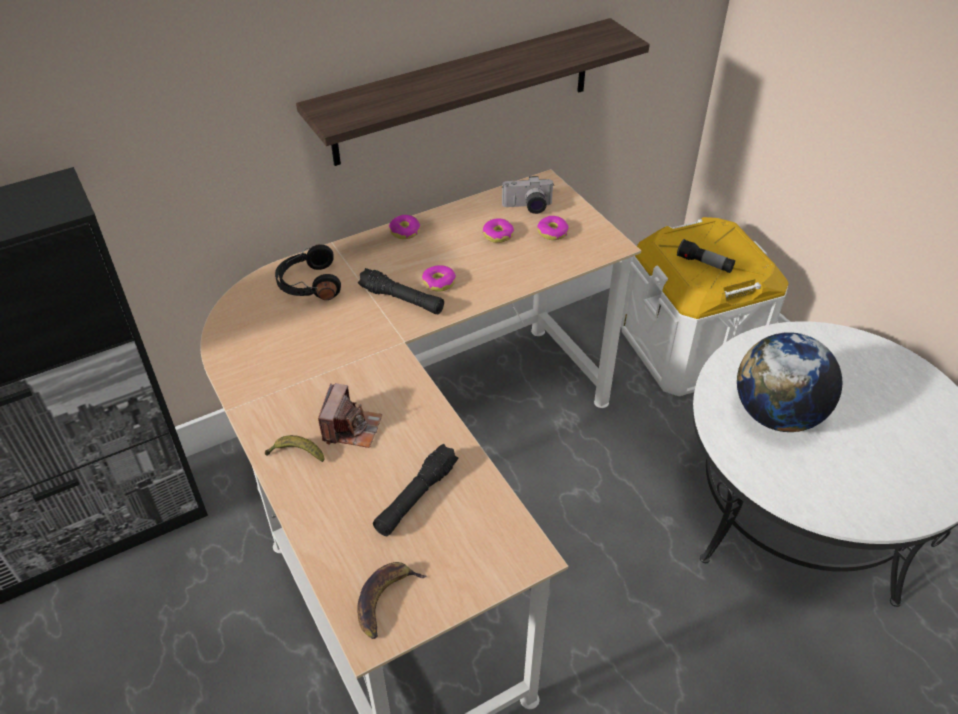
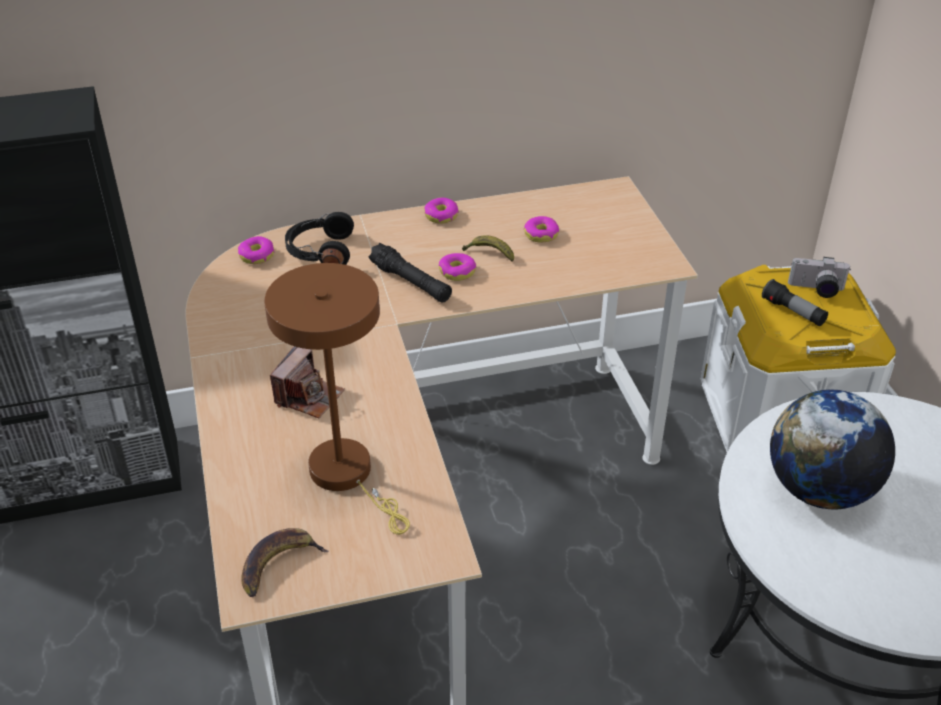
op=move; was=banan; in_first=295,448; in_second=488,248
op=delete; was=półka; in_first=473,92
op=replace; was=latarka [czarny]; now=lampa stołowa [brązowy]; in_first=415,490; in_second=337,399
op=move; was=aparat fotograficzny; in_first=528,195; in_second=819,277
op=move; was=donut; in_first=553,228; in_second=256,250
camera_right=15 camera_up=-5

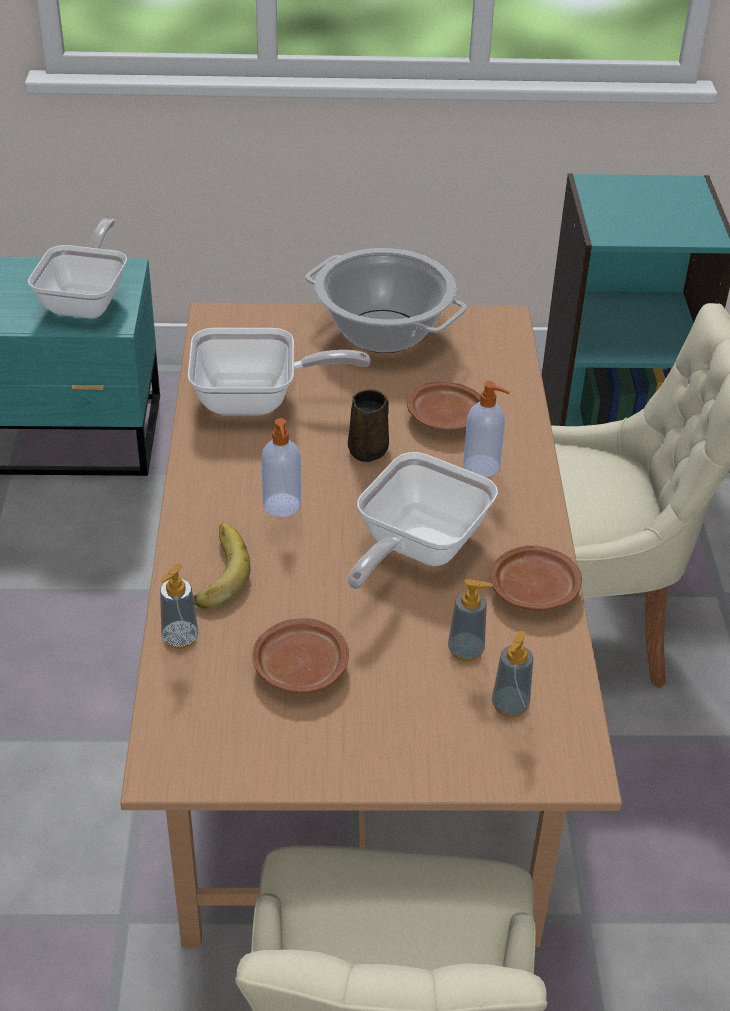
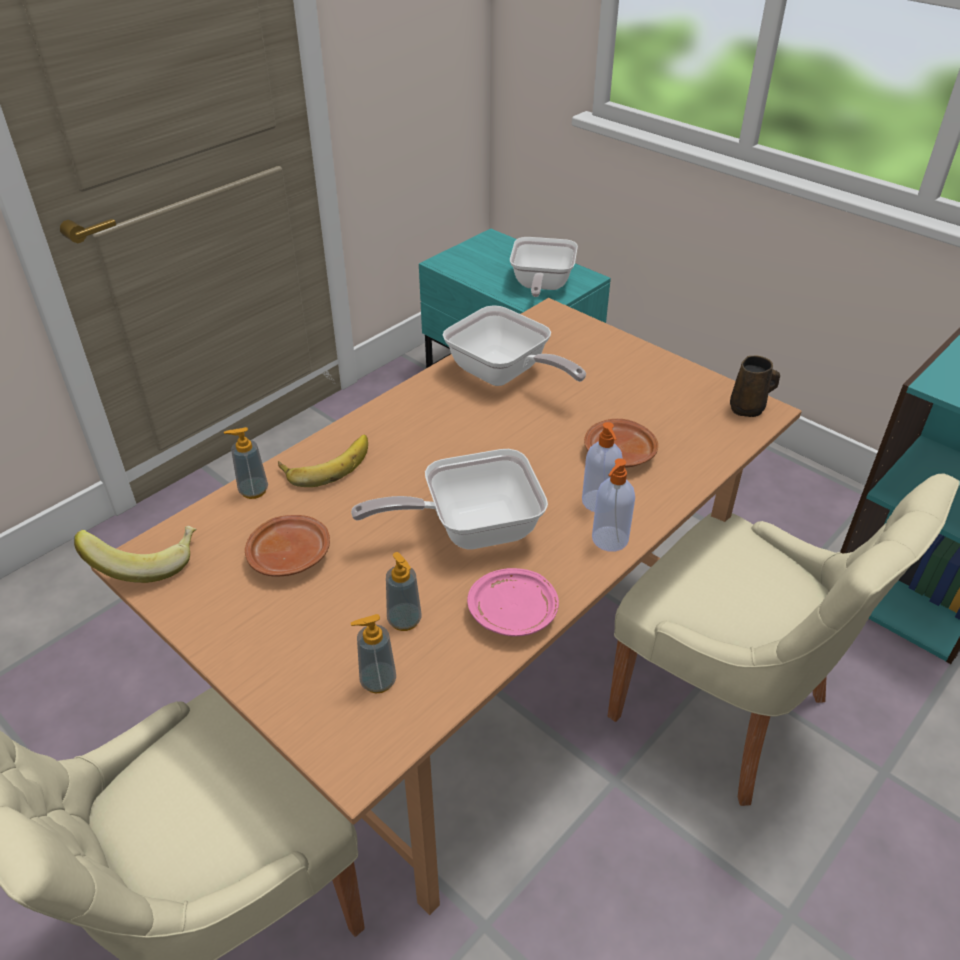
op=rotate; was=patelnia; in_first=77,268; in_second=544,267; clockwise=135
op=move; was=dozownik mydła; in_first=281,467; in_second=613,504
op=delete; was=garnek; in_first=386,300
op=move; was=kubek [brązowy]; in_first=368,425; in_second=755,386
op=recolor; was=talerz [brązowy]; now=talerz [różowy]; in_first=536,577; in_second=513,602
op=insert; now=banan; in_second=135,554
camera_right=45 camera_up=0

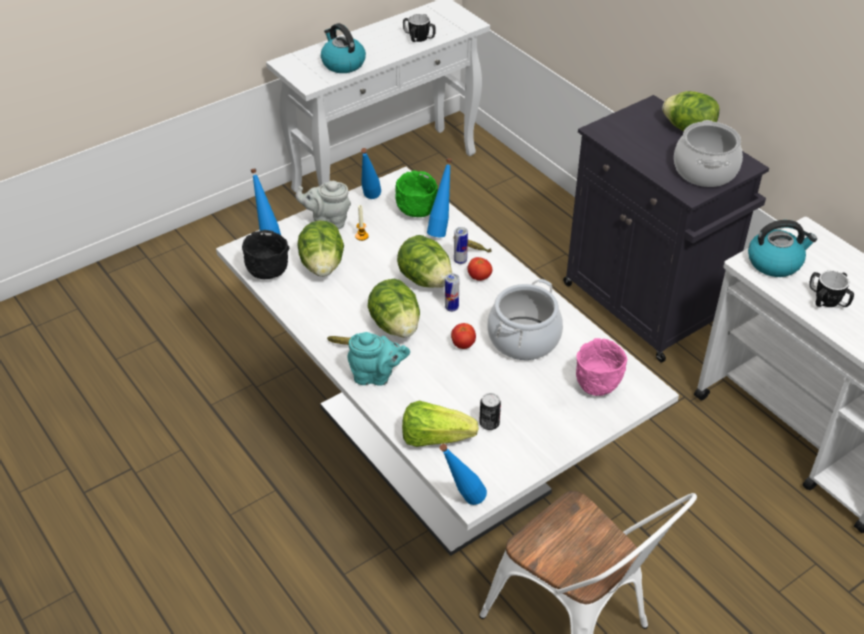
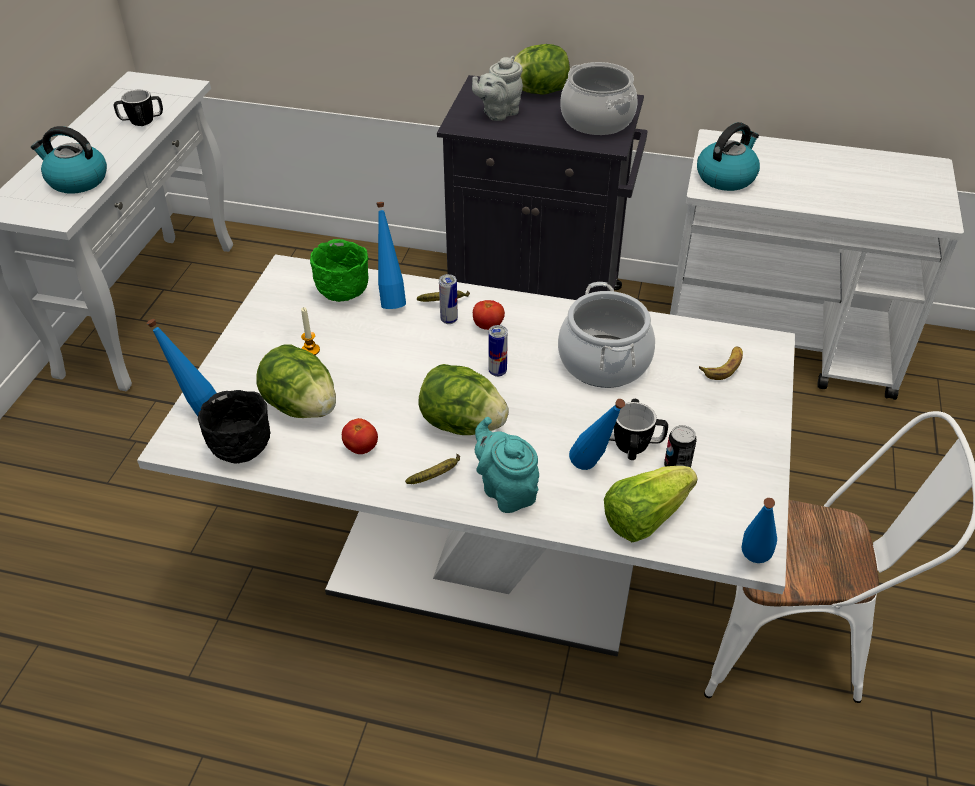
op=move; was=imbryk [szary]; in_first=323,205; in_second=497,88
op=rotate; was=imbryk [turkusowy]; in_first=378,359; in_second=507,465; clockwise=-90
op=move; was=butelka [niebieski]; in_first=371,173; in_second=597,434
op=delete; was=sałata; in_first=424,261
op=move; was=pomidor; in_first=463,336; in_second=360,436
op=replace; was=miska [różowy]; now=banan; in_first=601,367; in_second=721,363
op=move; was=kubek; in_first=831,289; in_second=638,429
camera_right=-40 camera_up=0

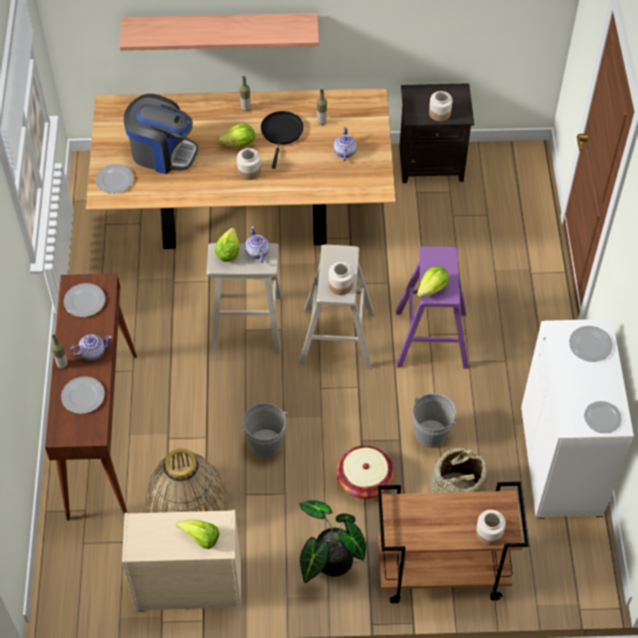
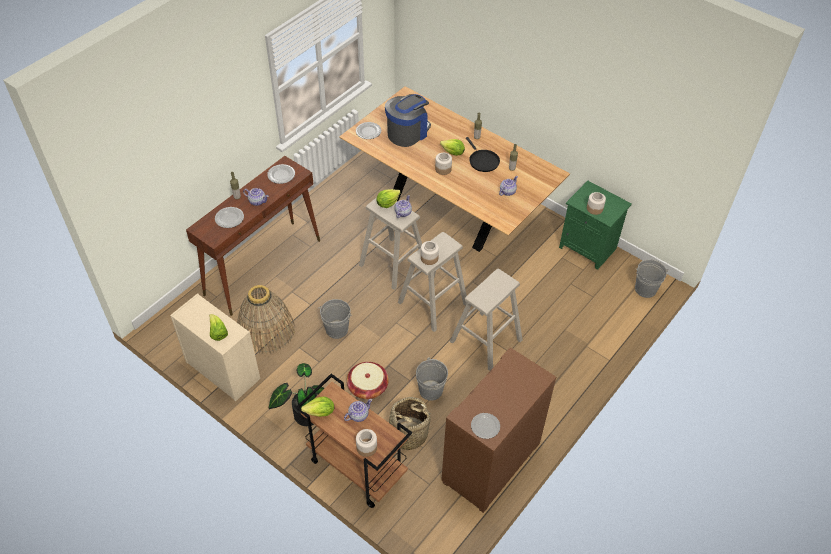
op=delete; was=półka; in_first=219,32
op=rotate; was=ekspres do kawy; in_first=161,134; in_second=408,120; clockwise=-105
op=rotate; was=patelnia [czarny]; in_first=282,140; in_second=483,154; clockwise=105
op=recolor; was=stołek [fioletowy]; now=stołek [beżowy]; in_first=432,307; in_second=486,320
op=recolor; was=szafka nocna [czarny]; now=szafka nocna [zielony]; in_first=436,133; in_second=595,225
op=move; was=sałata; in_first=433,281; in_second=317,406
op=recolor; was=szafka [biały]; now=szafka [brązowy]; in_first=577,419; in_second=498,430
op=delete; was=talerz; in_first=591,344
op=insert; now=imbryk; in_second=358,410
op=insert; now=wiadro [szary]; in_second=652,278
camera_right=40 camera_up=-5

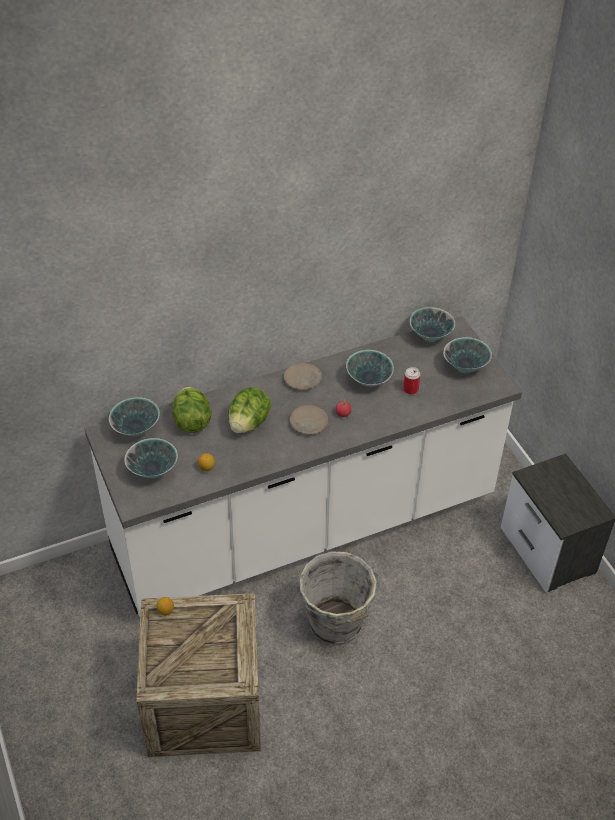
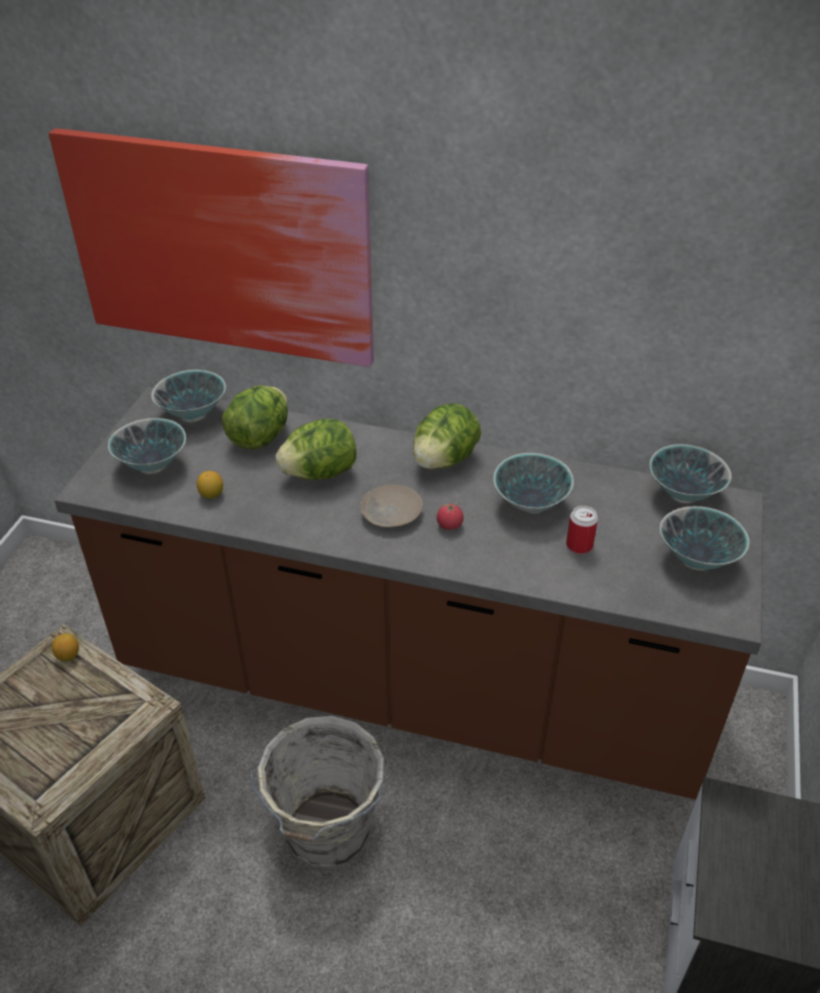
op=recolor; was=zabudowa kuchenna [biały]; now=zabudowa kuchenna [brązowy]; in_first=303,466; in_second=408,593
op=replace; was=talerz [beżowy]; now=sałata; in_first=303,376; in_second=447,436
op=insert; now=obraz; in_second=211,247
camera_right=40 camera_up=-5

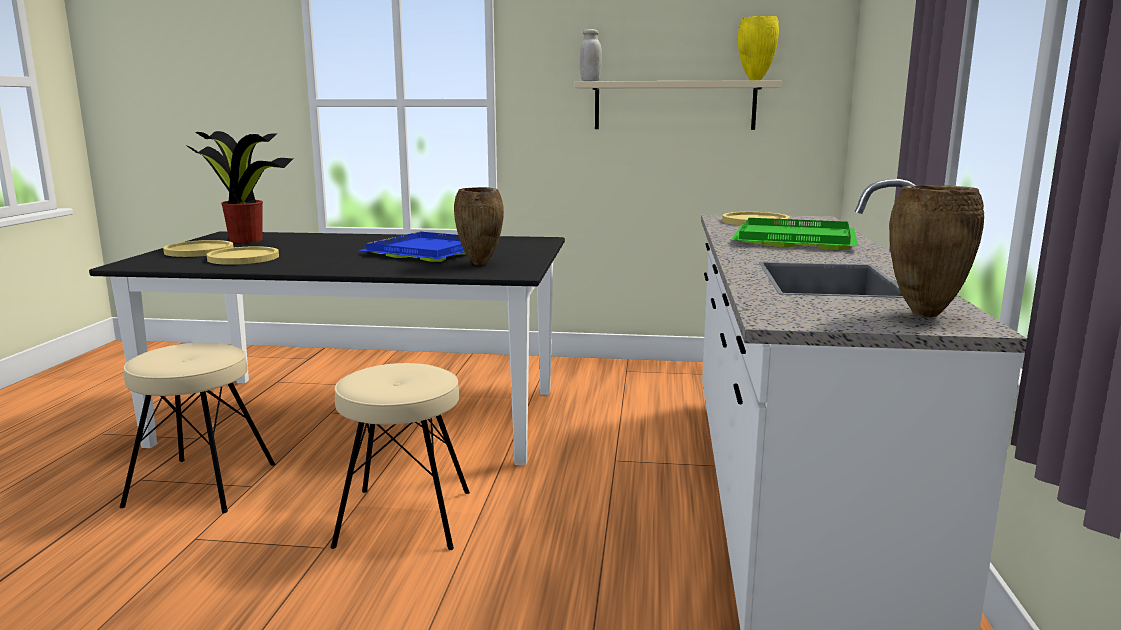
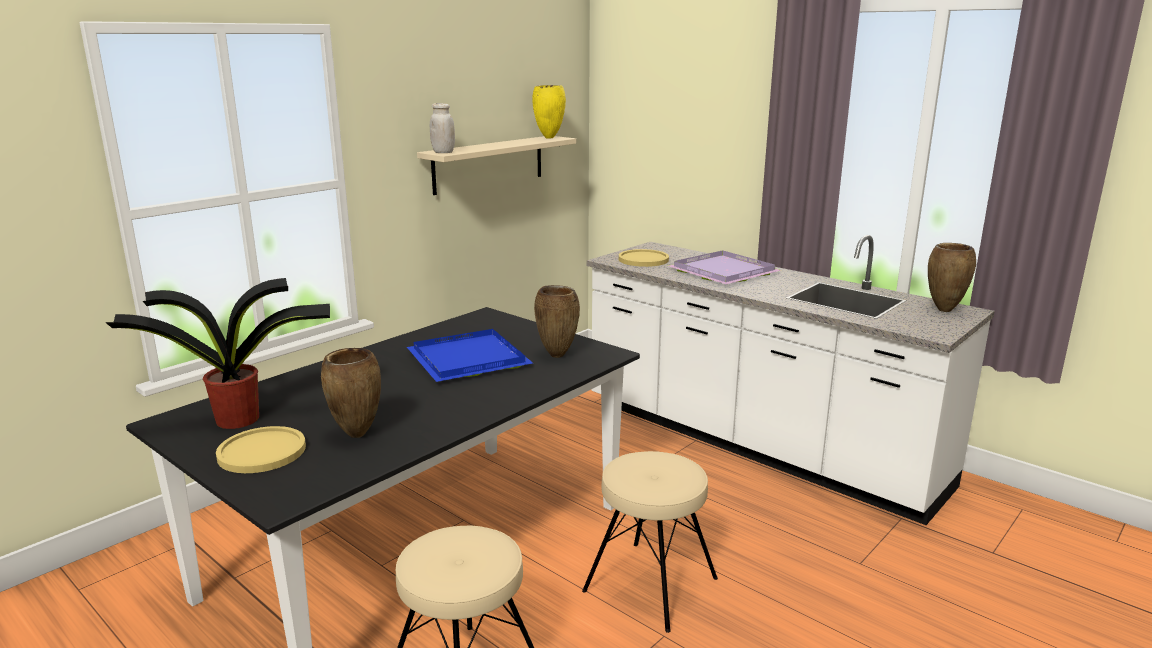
op=replace; was=talerz [żółty]; now=wazon [brązowy]; in_first=243,255; in_second=351,393
op=recolor; was=taca [zielony]; now=taca [fioletowy]; in_first=794,234; in_second=725,267
camera_right=-55 camera_up=5

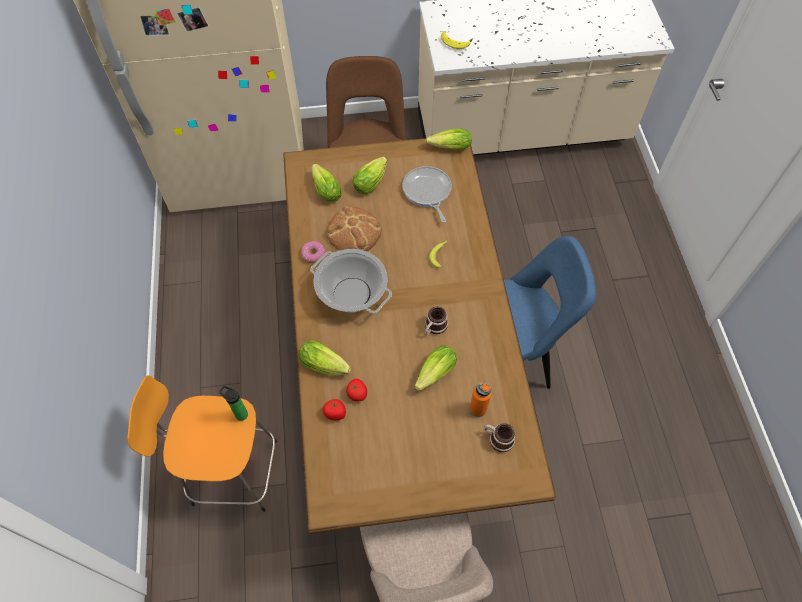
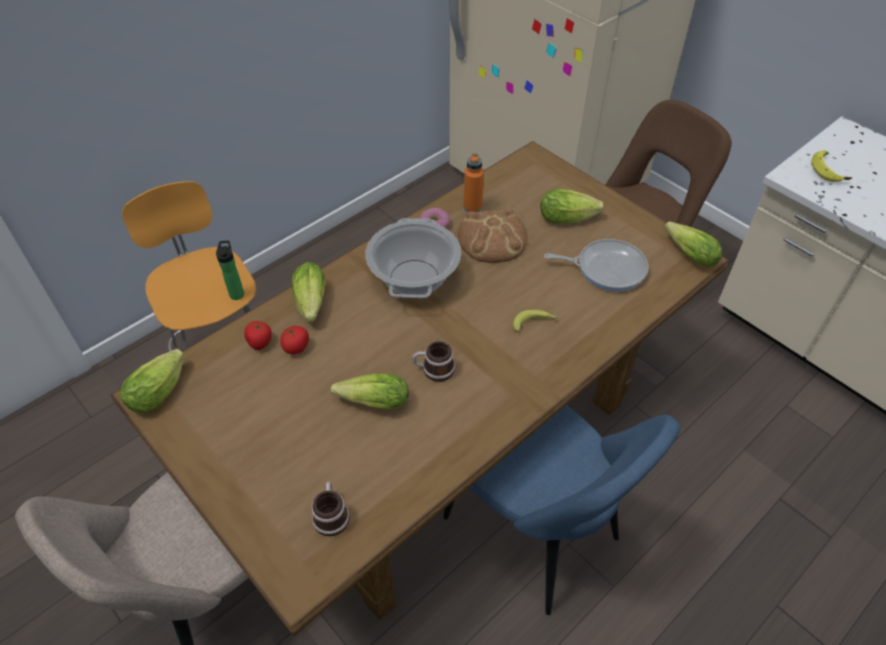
op=move; was=sałata; in_first=327,183; in_second=152,381
op=rotate; was=patelnia; in_first=427,194; in_second=596,265; clockwise=60
op=move; was=butelka [pomarańczowy]; in_first=480,399; in_second=473,183
camera_right=55 camera_up=-10

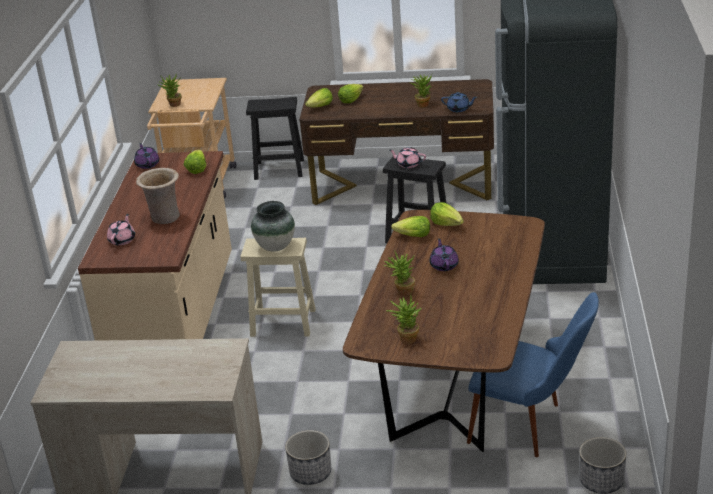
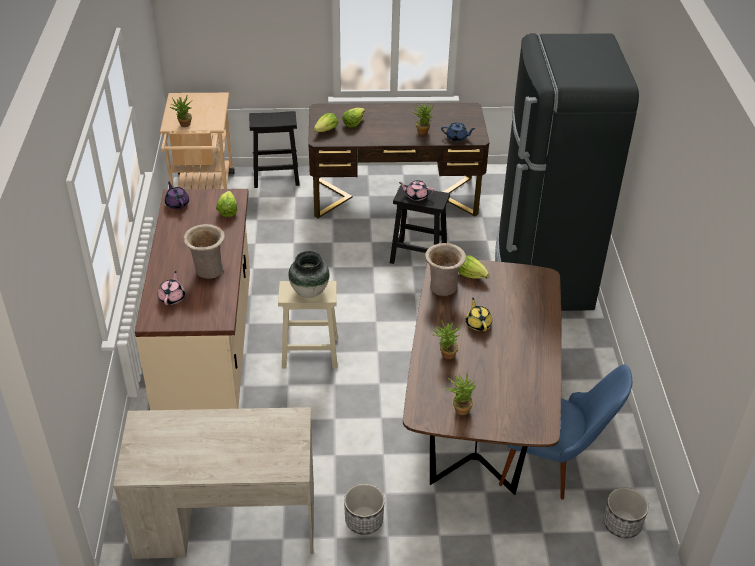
op=replace; was=sałata; now=wazon [beżowy]; in_first=410,226; in_second=445,269
op=recolor; was=imbryk [fioletowy]; now=imbryk [żółty]; in_first=444,254; in_second=479,314
camera_right=-10 camera_up=10

